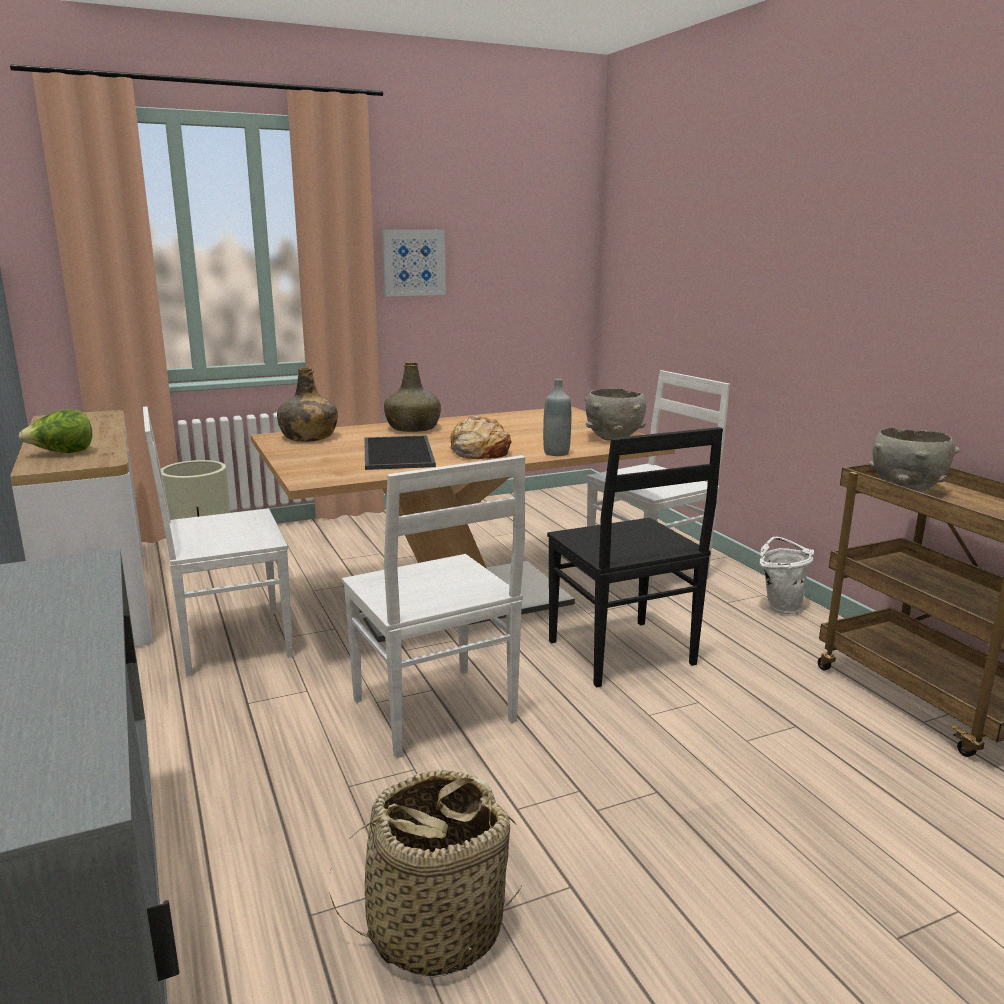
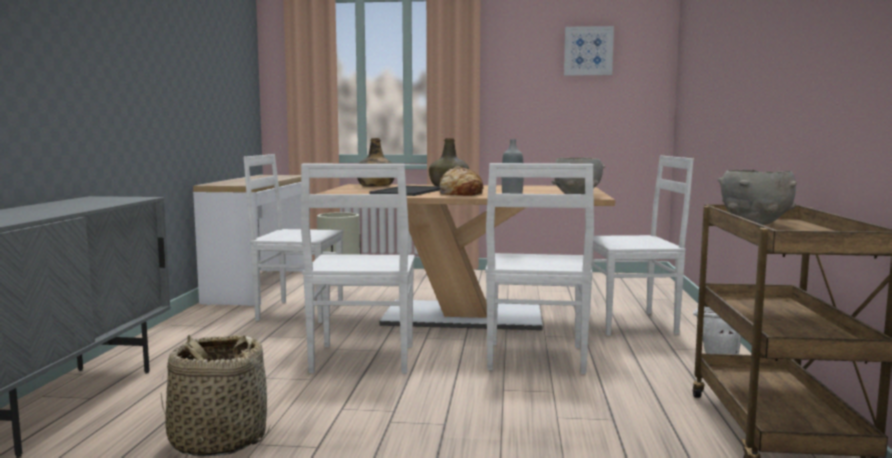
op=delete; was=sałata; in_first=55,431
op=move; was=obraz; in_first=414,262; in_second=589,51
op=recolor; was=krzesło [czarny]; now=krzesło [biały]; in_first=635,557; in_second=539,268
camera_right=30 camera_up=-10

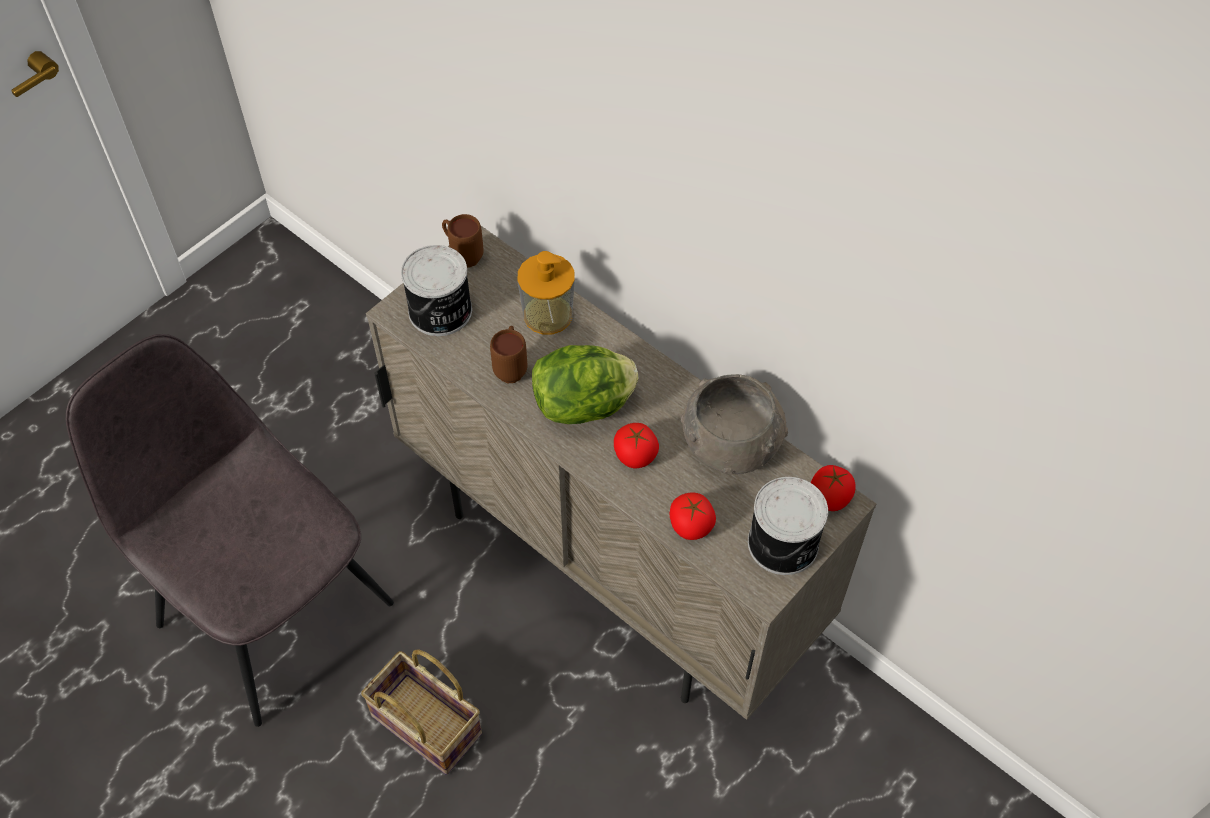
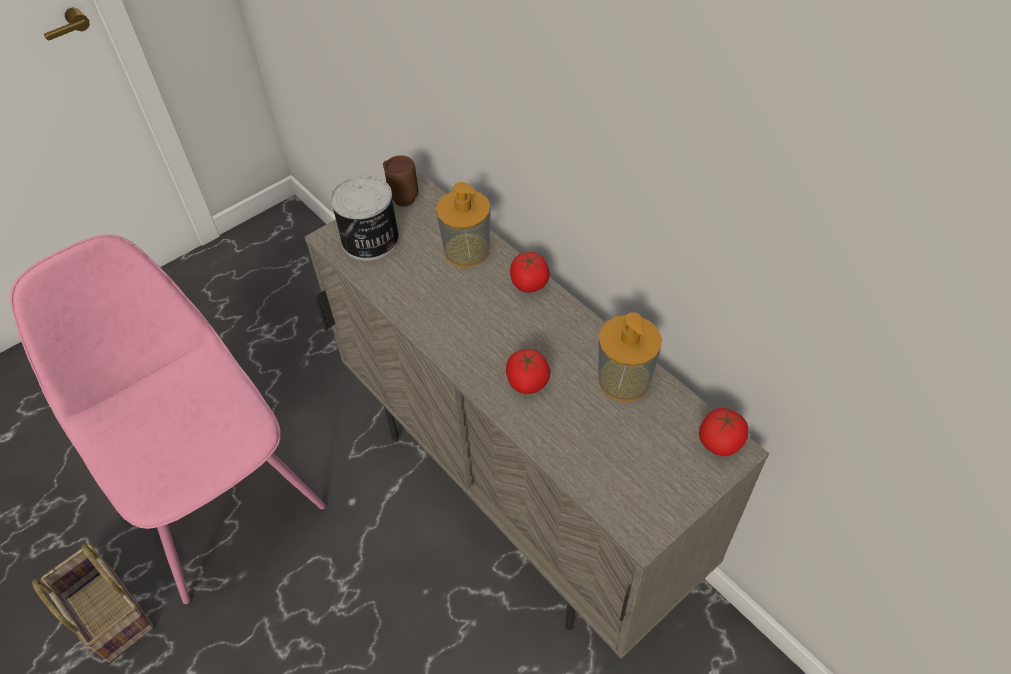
op=recolor; was=krzesło [szary]; now=krzesło [różowy]; in_first=230,530; in_second=168,419
op=move; was=koszyk; in_first=421,712; in_second=93,603
op=delete; was=kubek [brązowy]; in_first=508,354
op=delete; was=sałata; in_first=585,384
op=move; was=pomidor; in_first=693,516; in_second=530,272
op=replace; was=miska [szary]; now=dozownik mydła; in_first=734,424; in_second=630,357
op=delete; was=puszka; in_first=788,526
camera_right=10 camera_up=-5

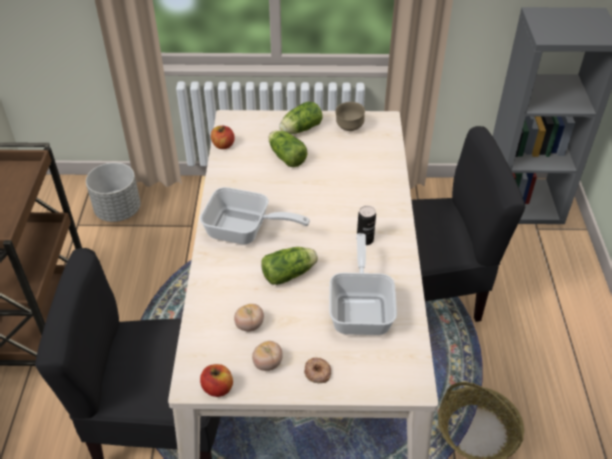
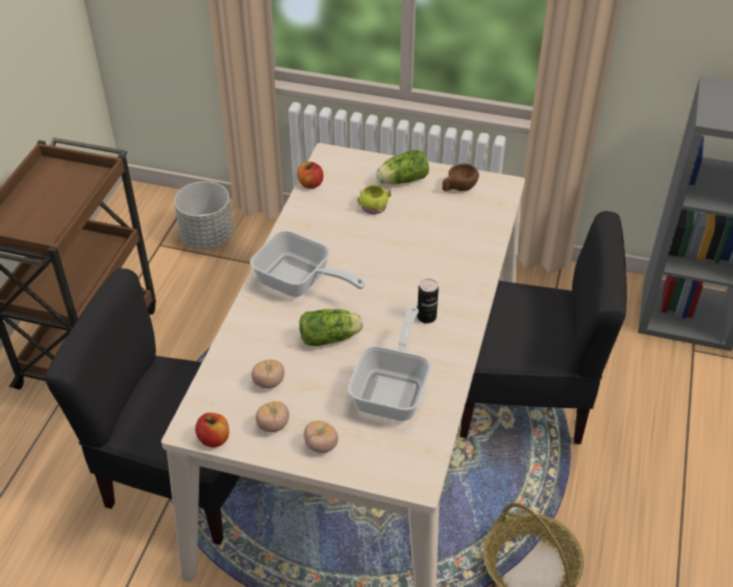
op=replace; was=sałata; now=kubek [żółty]; in_first=287,148; in_second=374,199
op=replace; was=donut; now=pomidor; in_first=317,370; in_second=321,436
op=replace; was=miska [brązowy]; now=filiżanka [brązowy]; in_first=350,116; in_second=460,177
camera_right=15 camera_up=0

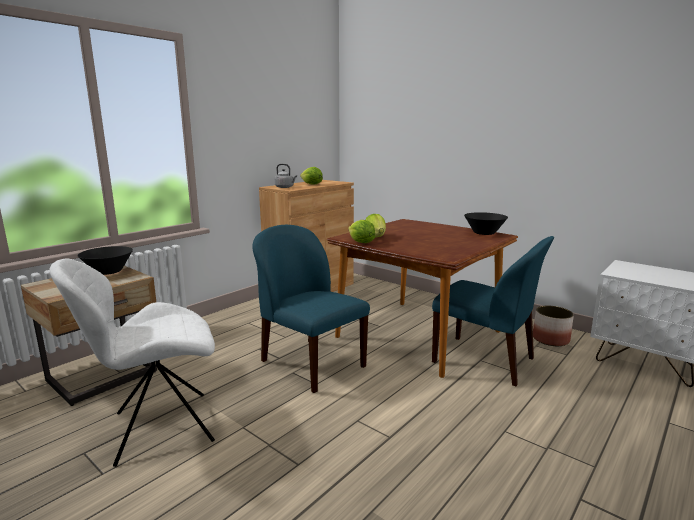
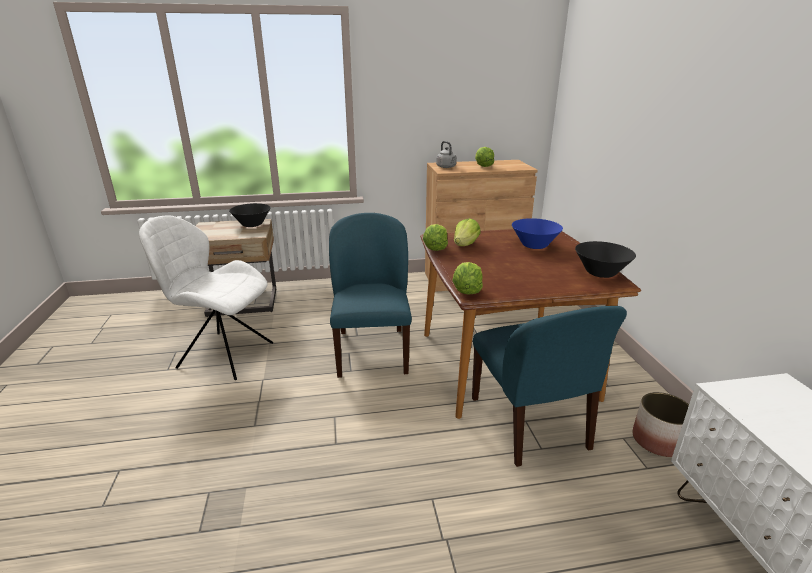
op=insert; now=sałata; in_second=467,278
op=insert; now=miska [niebieski]; in_second=537,233
camera_right=40 camera_up=10

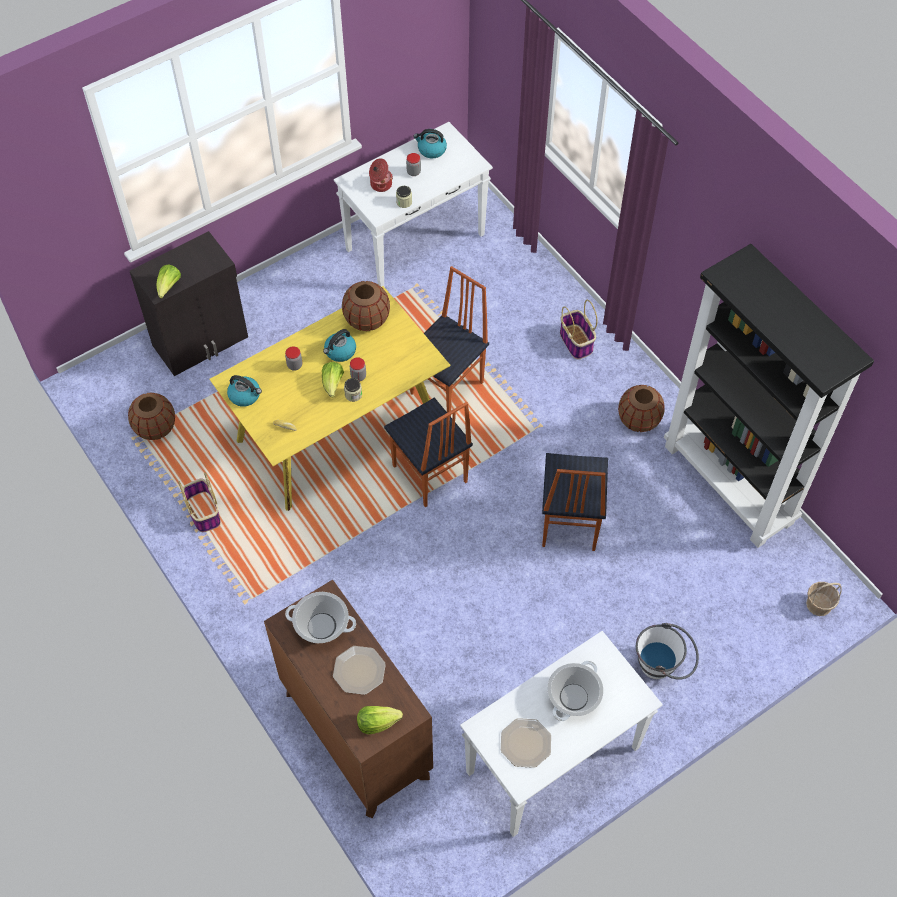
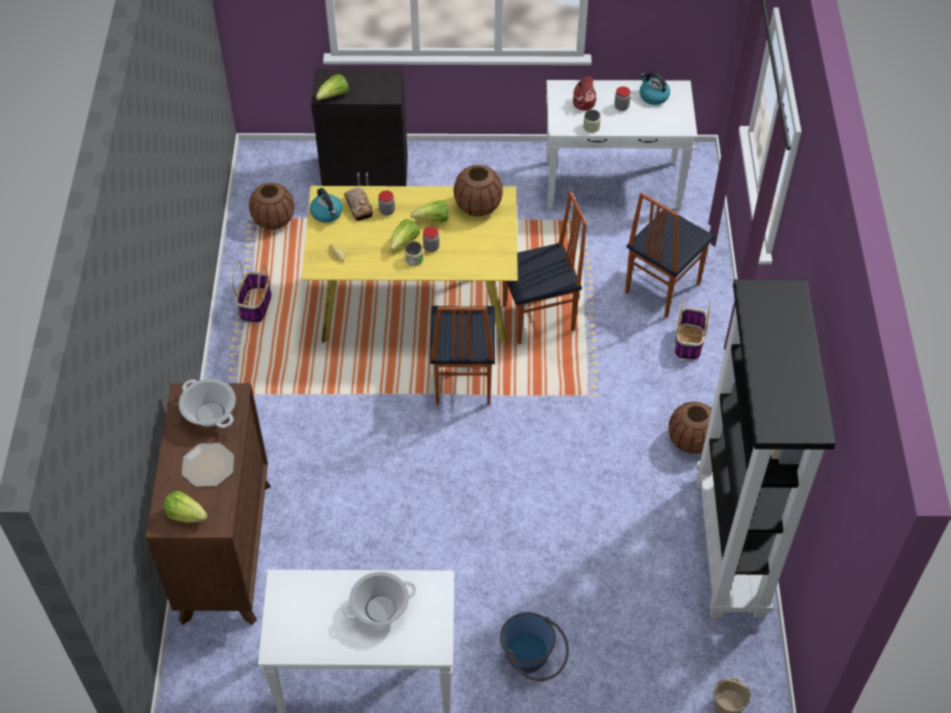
op=replace; was=czajnik; now=sałata; in_first=339,345; in_second=430,211
op=delete; was=talerz; in_first=526,743
op=move; was=krzesło; in_first=575,502; in_second=670,255
op=recolor; was=wiadro [biały]; now=wiadro [niebieski]; in_first=667,651; in_second=534,646
op=insert; now=chleb; in_second=358,204
camera_right=35 camera_up=-5

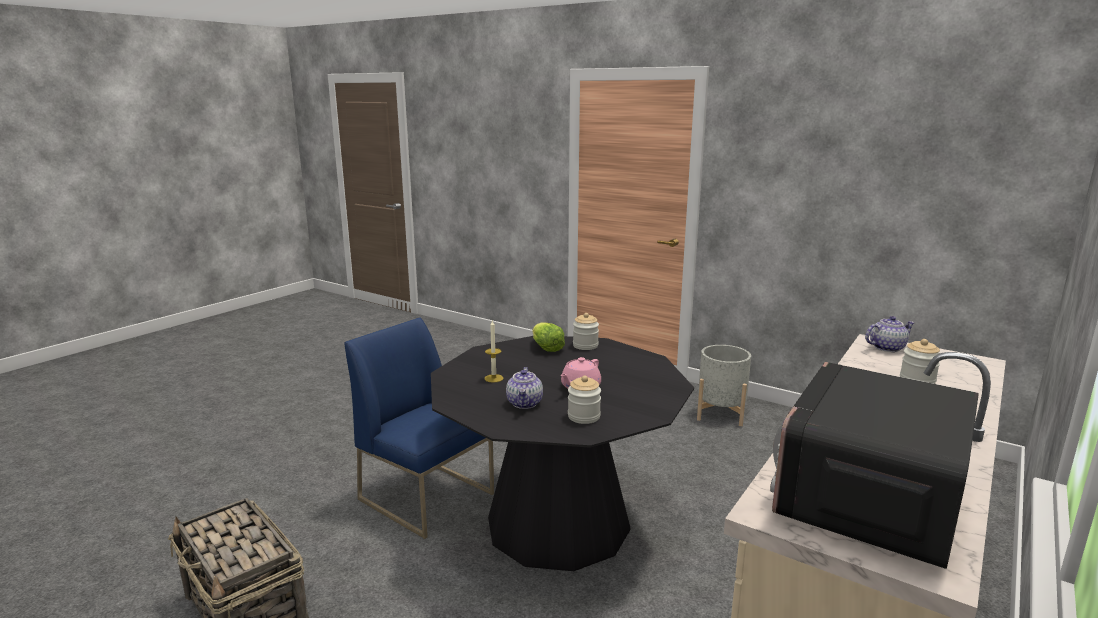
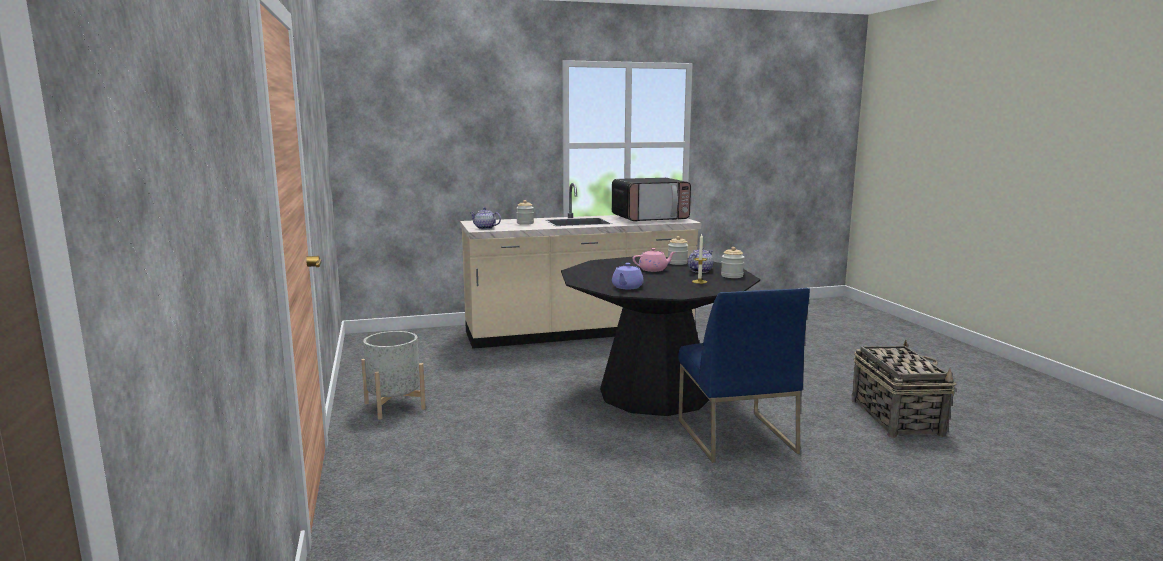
op=replace; was=sałata; now=imbryk [fioletowy]; in_first=548,337; in_second=628,276
op=move; was=słoik; in_first=586,331; in_second=732,262
camera_right=-140 camera_up=-5

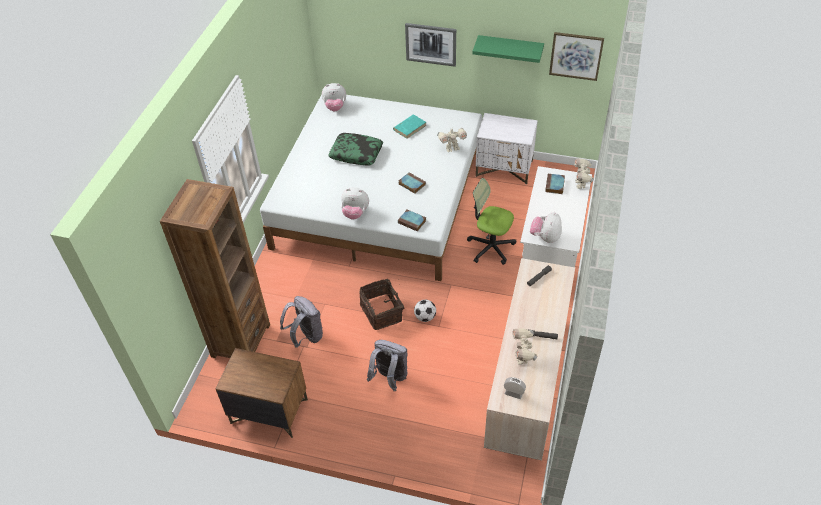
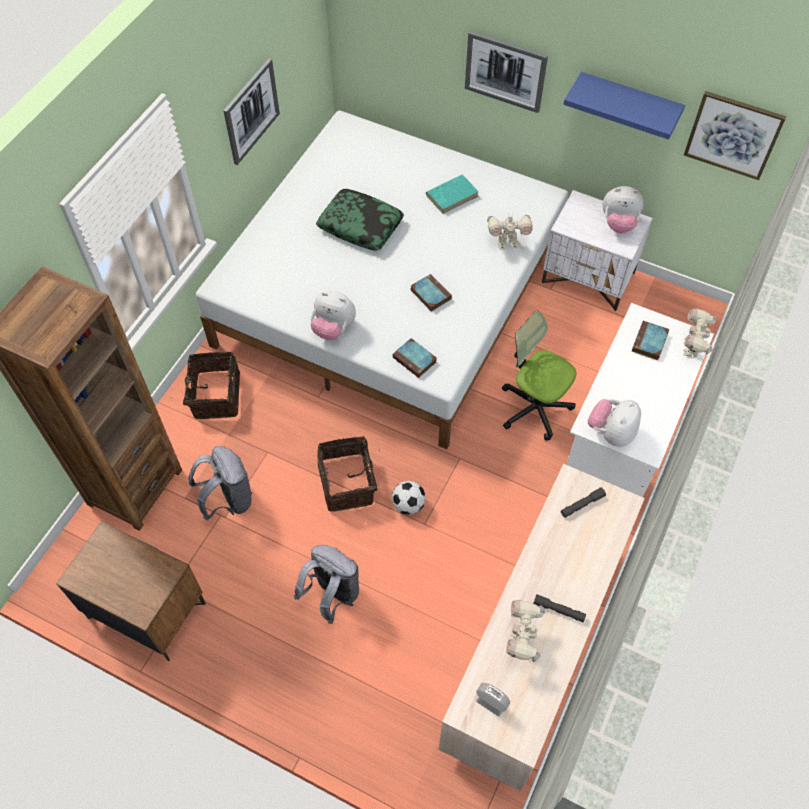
op=move; was=pluszak; in_first=334,97; in_second=623,209
op=recolor; was=półka [zielony]; now=półka [niebieski]; in_first=508,49; in_second=624,106
op=insert; now=koszyk; in_second=208,385
op=insert; now=obraz; in_second=251,111
camera_right=10 camera_up=10

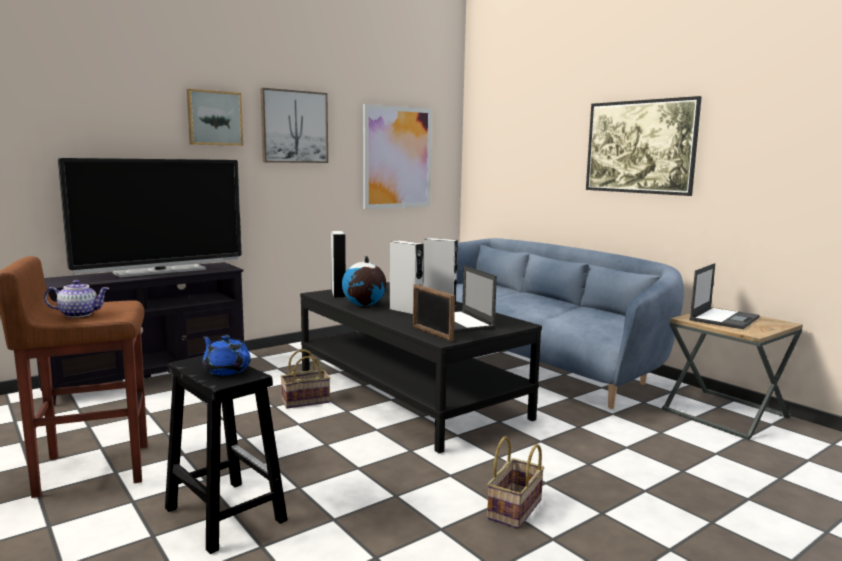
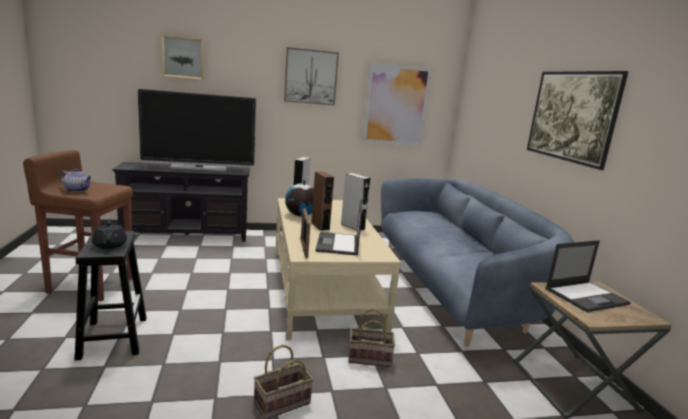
op=move; was=obraz; in_first=215,117; in_second=182,57
op=recolor; was=imbryk [niebieski]; now=imbryk [czarny]; in_first=226,355; in_second=109,234
op=move; was=koszyk; in_first=305,379; in_second=372,338
op=recolor; was=ława [czarny]; now=ława [beżowy]; in_first=421,367; in_second=338,269
op=recolor; was=głośnik [szary]; now=głośnik [brązowy]; in_first=406,277; in_second=322,201
camera_right=25 camera_up=5

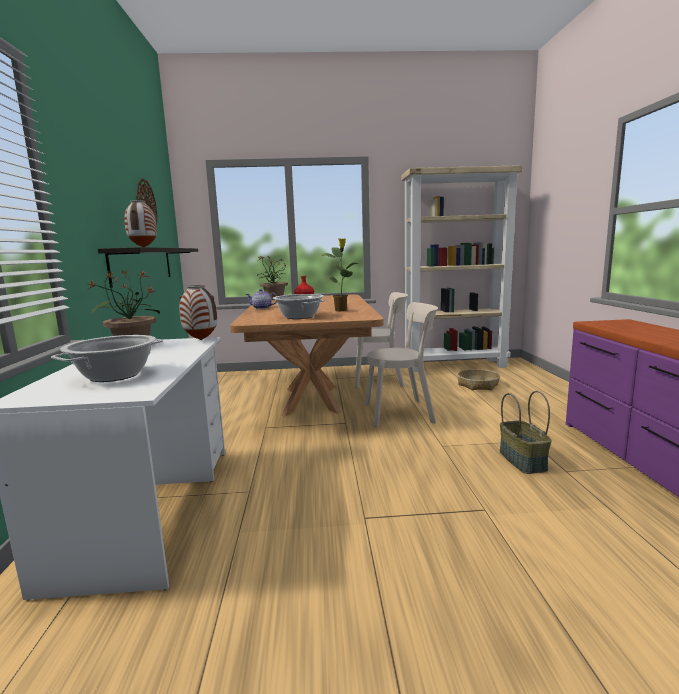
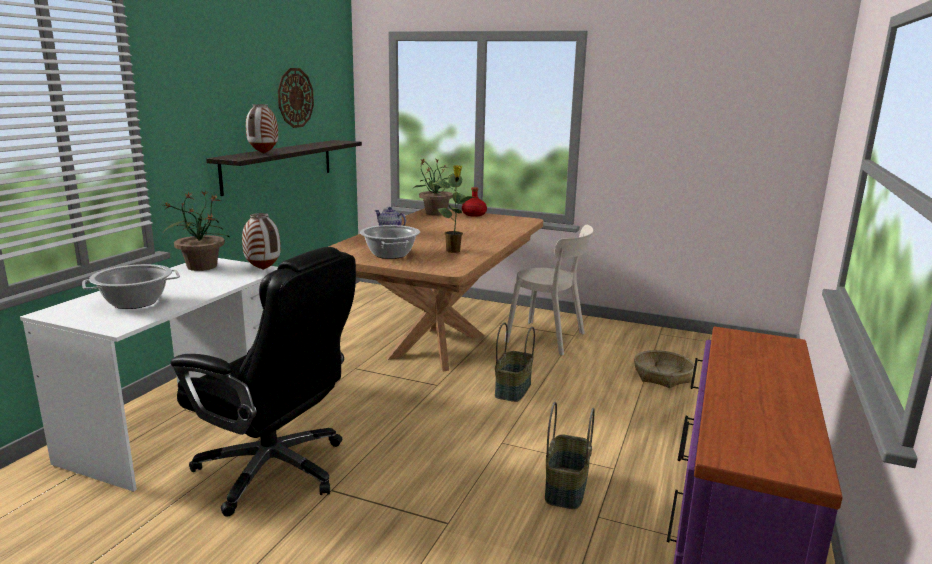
op=replace; was=krzesło [beżowy]; now=koszyk; in_first=401,364; in_second=515,362
op=delete; was=regał [beżowy]; in_first=462,268
op=insert; now=krzesło biurowe [czarny]; in_second=263,382
camera_right=25 camera_up=5

